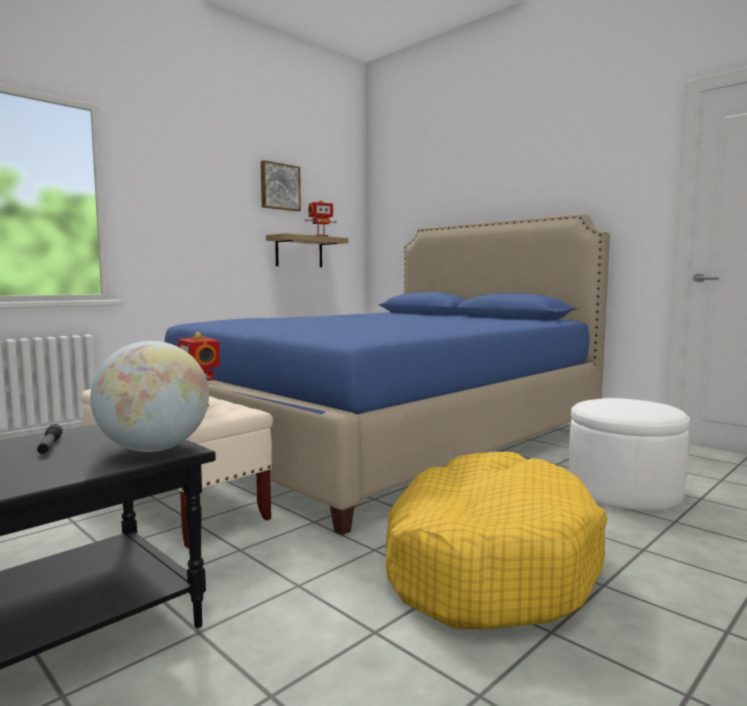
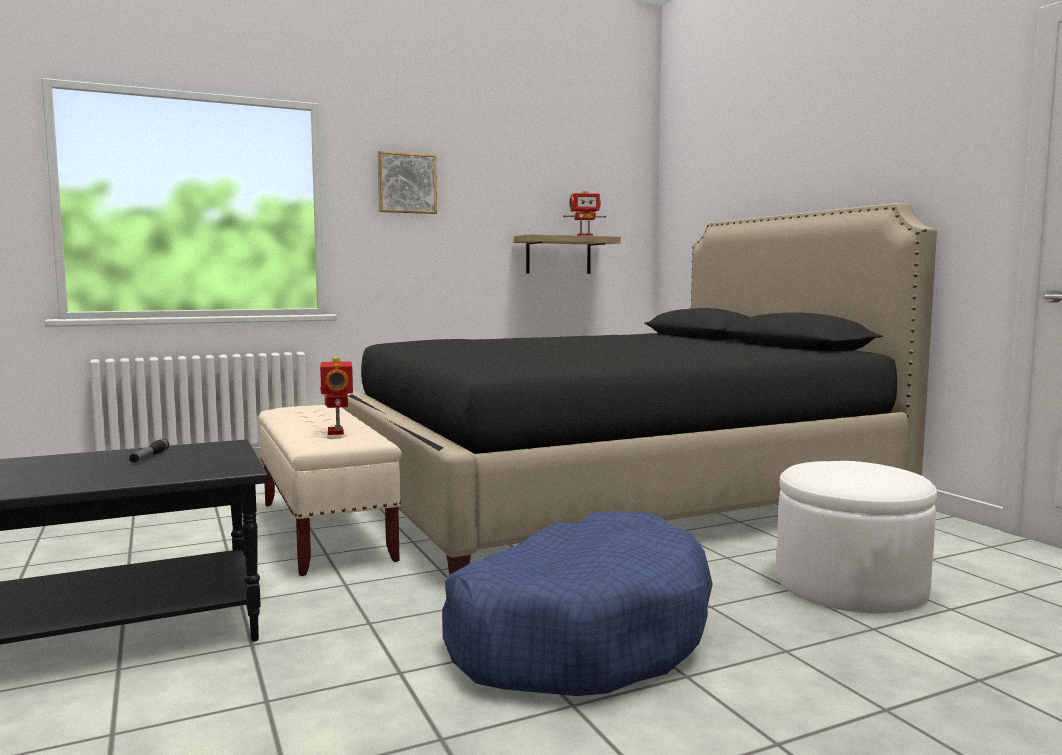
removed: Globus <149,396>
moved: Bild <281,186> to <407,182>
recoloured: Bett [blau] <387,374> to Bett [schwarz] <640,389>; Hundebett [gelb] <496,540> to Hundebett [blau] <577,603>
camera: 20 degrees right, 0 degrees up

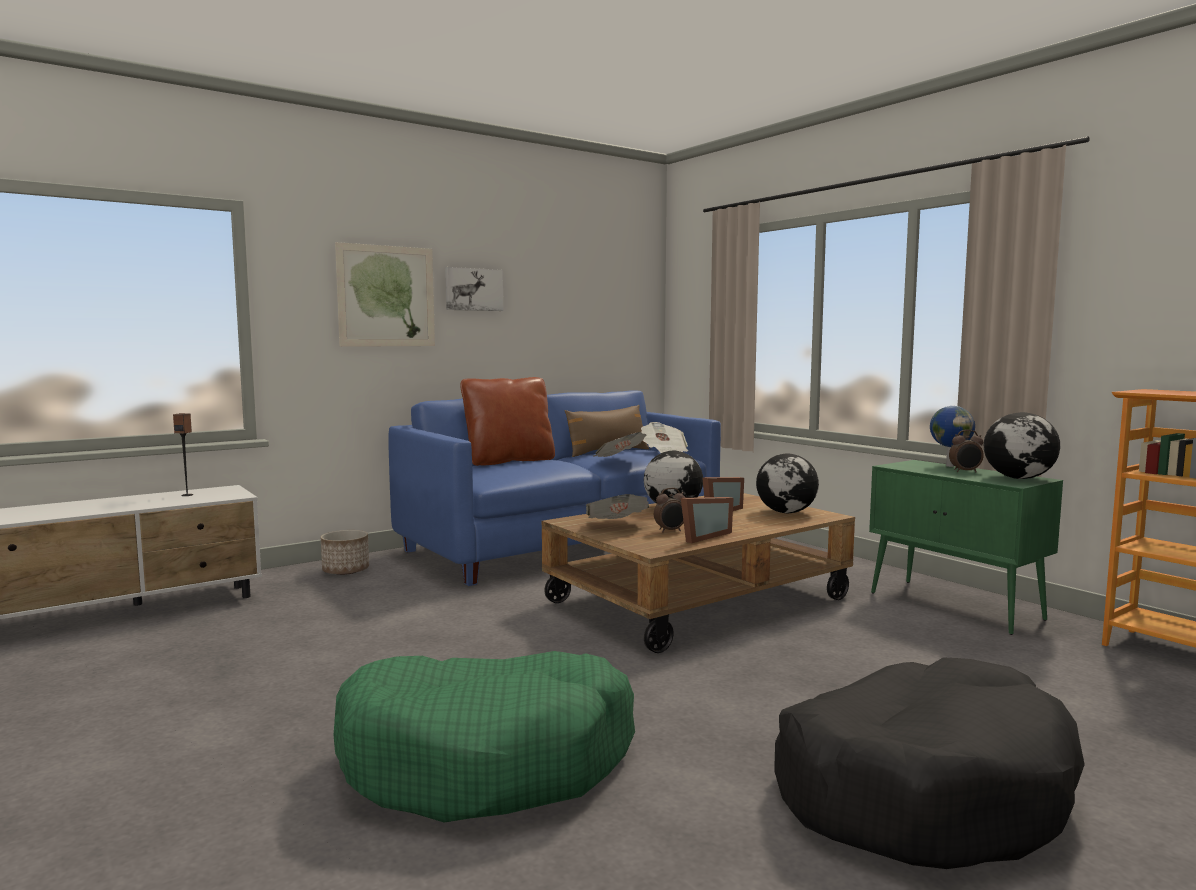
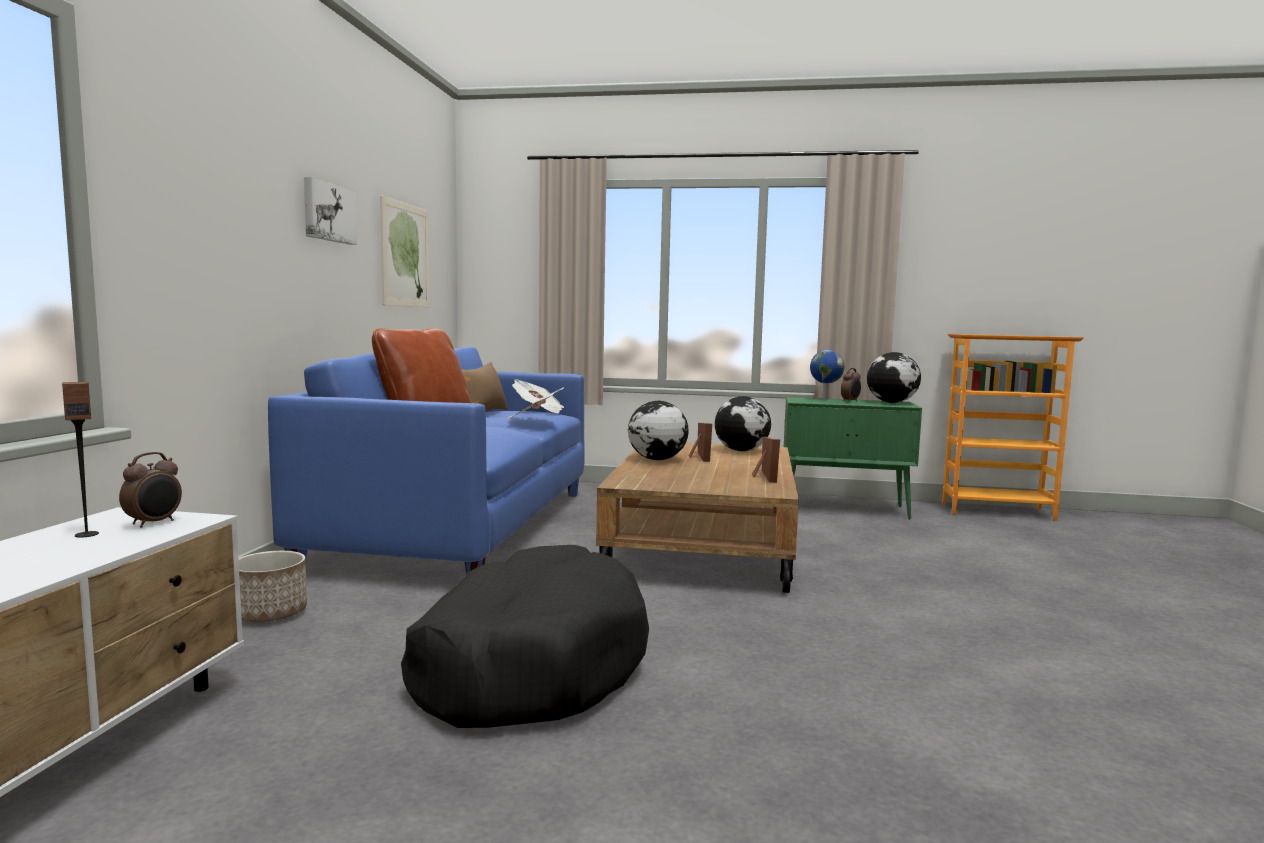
removed: Hundebett [grün] <484,737>; Zeitung <618,506>
moved: Bild <385,294> to <405,251>; Wecker <669,510> to <150,490>; Hundebett [schwarz] <929,763> to <525,636>
camera: 45 degrees left, 0 degrees up

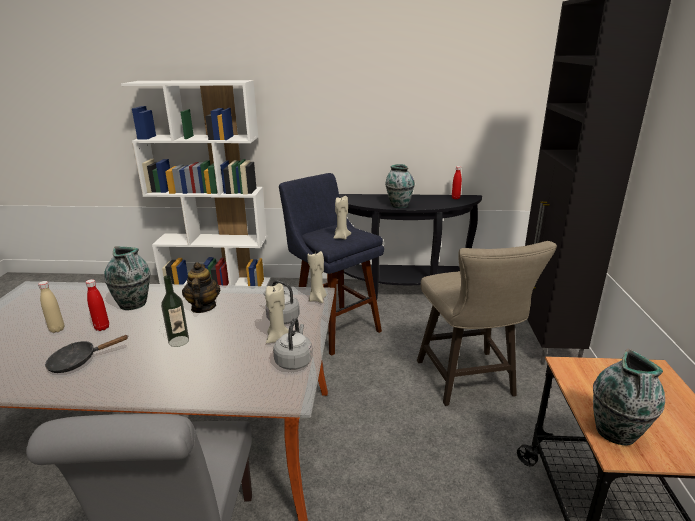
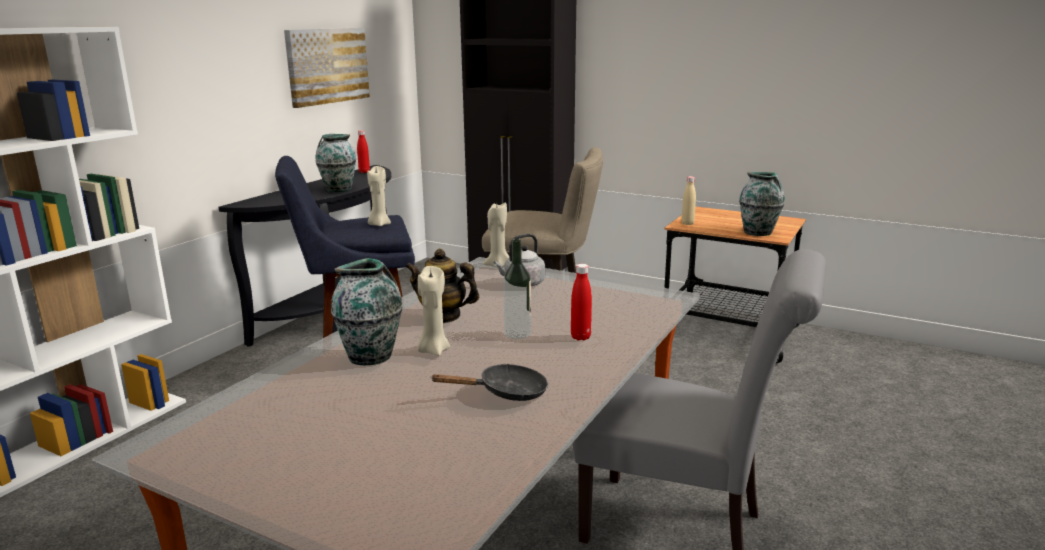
removed: Wasserkessel [grau] <293,344>
added: Bild <327,68>
moved: Flasche [beige] <51,307> to <688,200>; Flasche [rot] <97,305> to <581,302>; Kerze [beige] <277,313> to <434,311>
turned: Pfanne [schwarz] <87,354> = <489,382> 105 degrees counterclockwise
camera: 65 degrees left, 5 degrees down

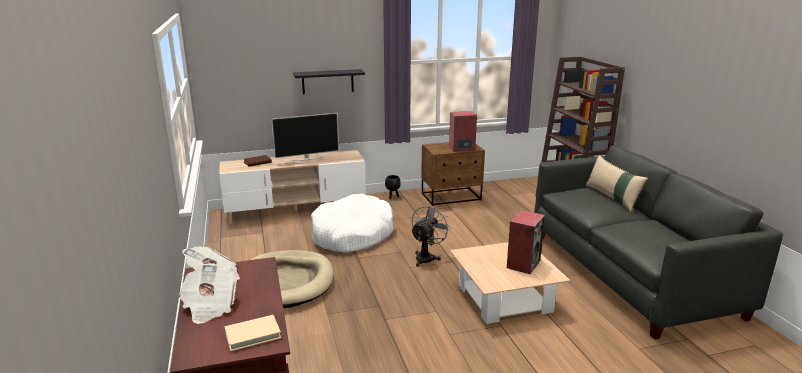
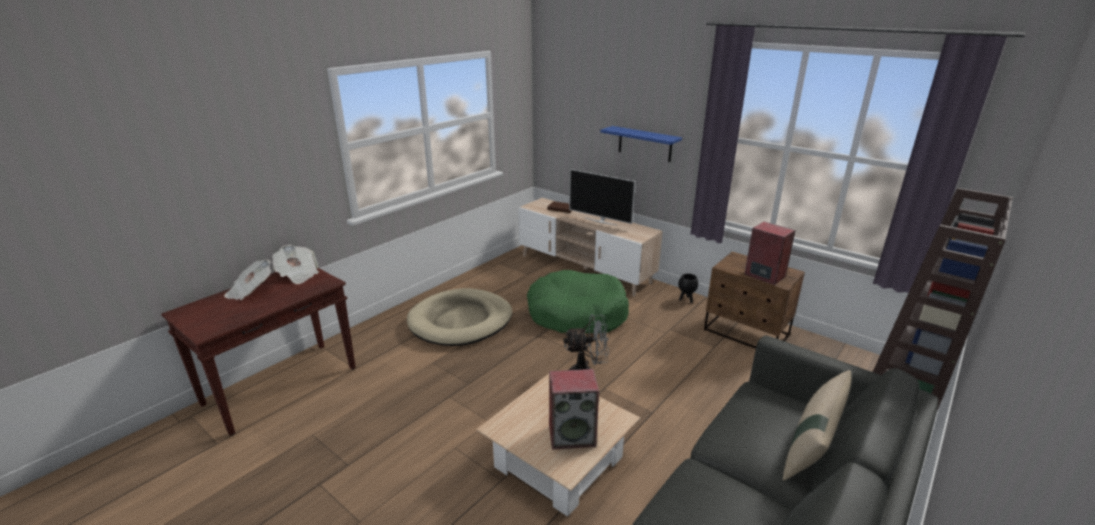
removed: Buch [beige] <252,333>
recoloured: Wandregal [schwarz] <329,82> to Wandregal [blau] <641,144>; Hundebett [weiß] <352,223> to Hundebett [grün] <578,301>
camera: 55 degrees right, 5 degrees up

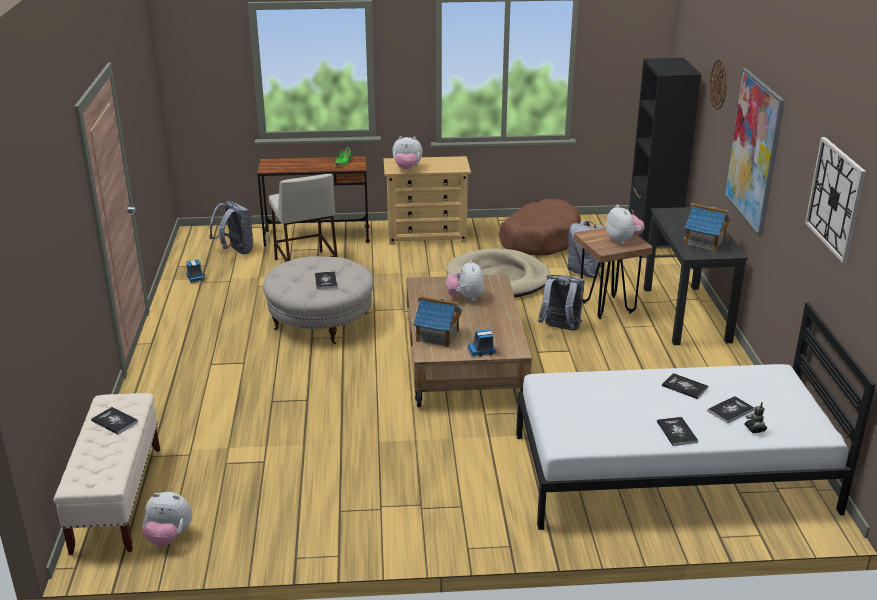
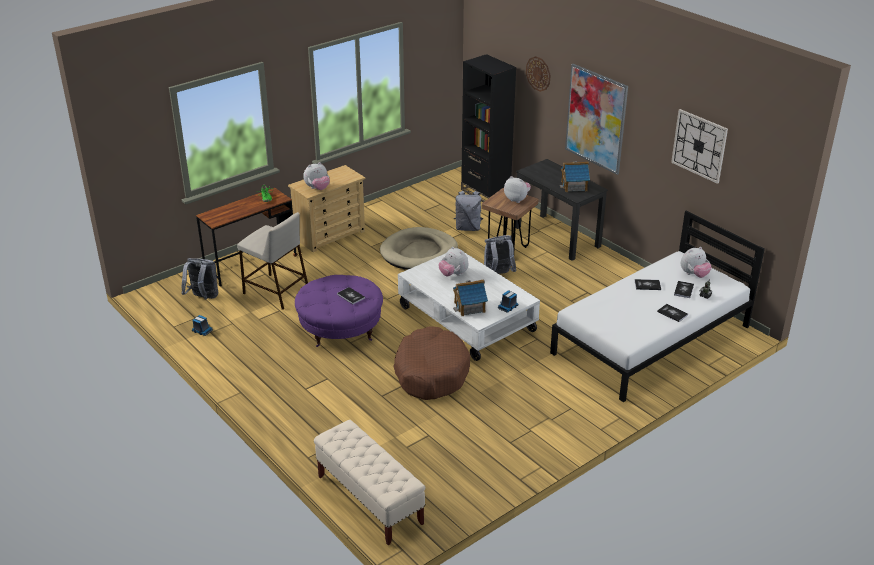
removed: Buch <114,420>
moved: Plüschtier <167,519> to <696,262>; Hundebett [braun] <540,227> to <432,363>
recoloured: Polsterhocker [beige] <318,300> to Polsterhocker [lila] <339,311>; Couchtisch [braun] <469,340> to Couchtisch [weiß] <469,306>
camera: 35 degrees left, 5 degrees up

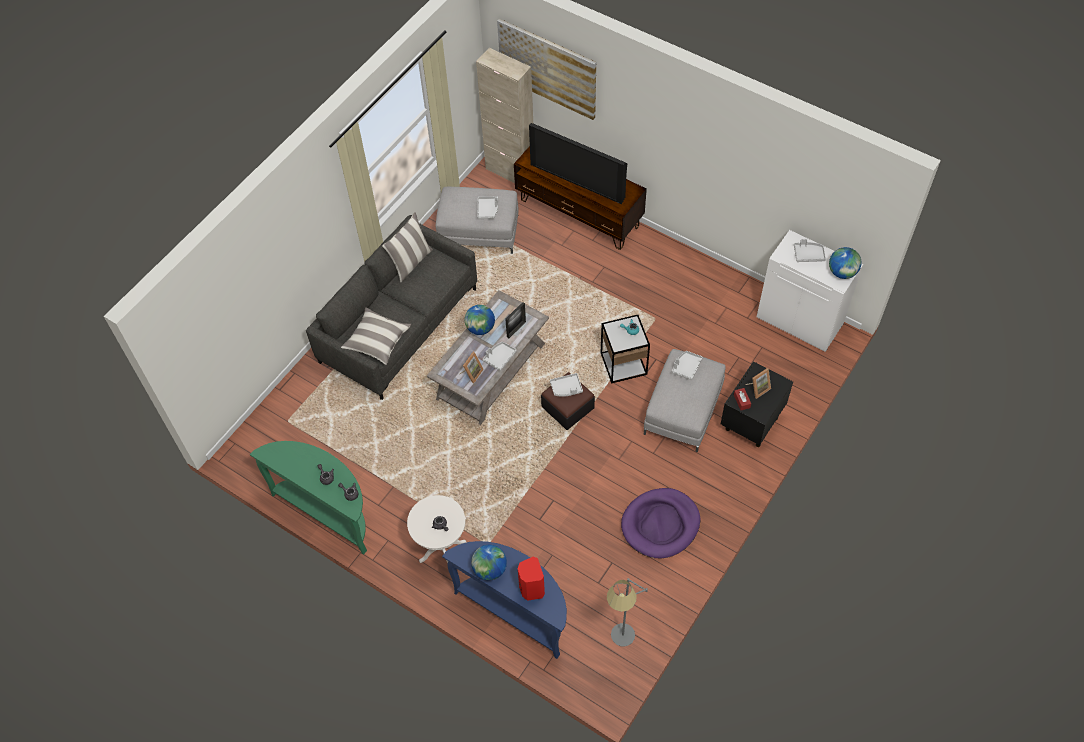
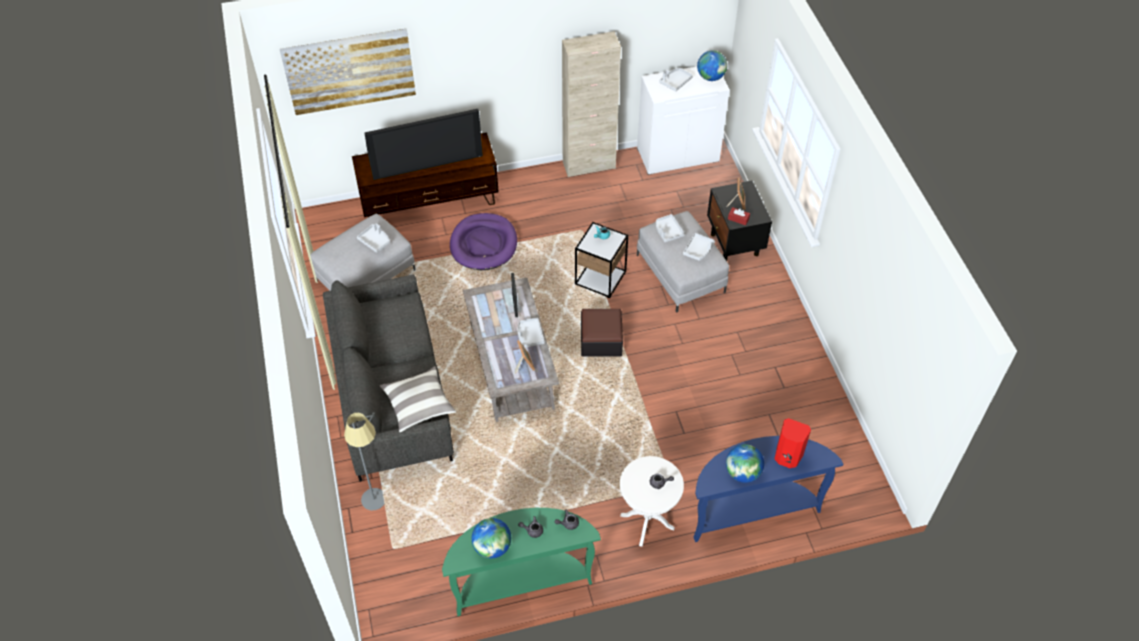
removed: Kissen <407,247>
moved: Globus <480,320> to <491,538>; Schrank [beige] <504,115> to <591,104>; Tablett [grau] <566,385> to <699,247>; Stehlampe [grau] <627,612> to <364,461>; Hundebett [lila] <660,523> to <483,241>
camera: 50 degrees left, 5 degrees down

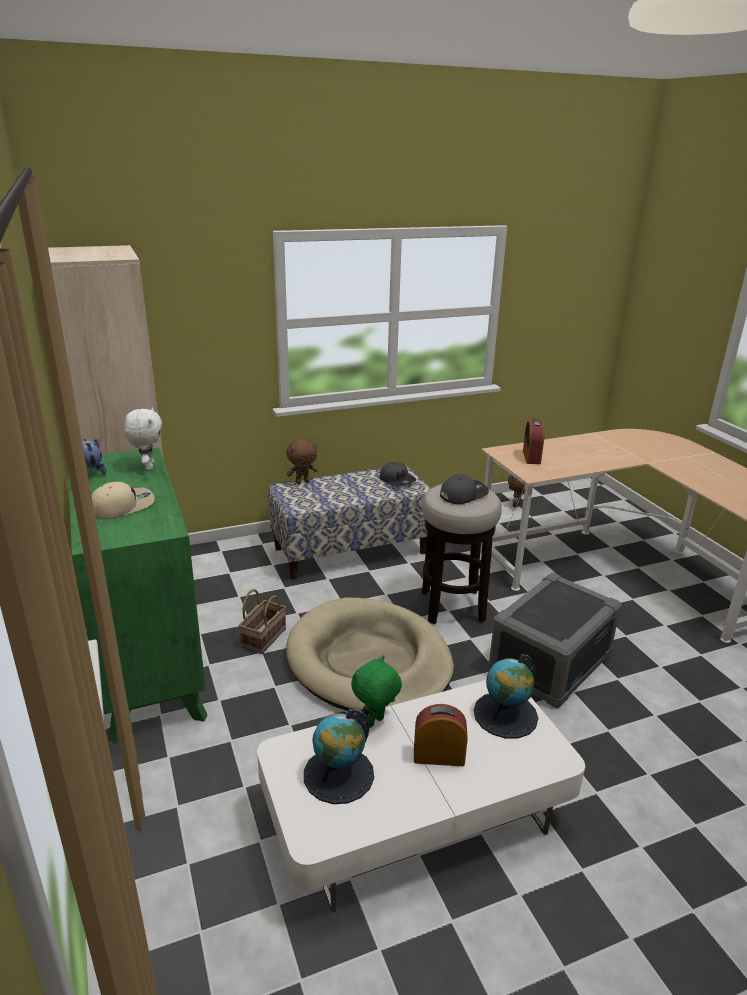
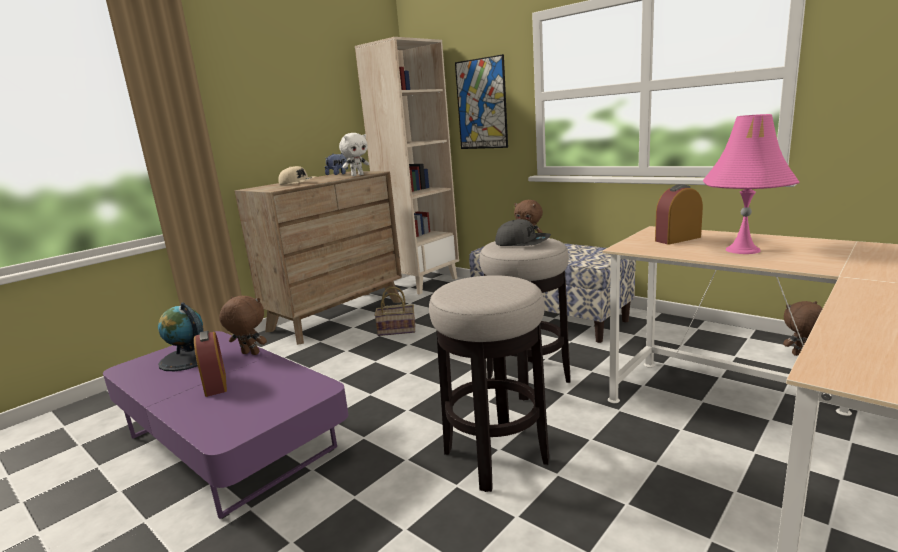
removed: Hundebett [beige] <370,654>; Kappe [grau] <398,474>; Globus <506,696>
added: Bild <481,101>; Tischlampe [rosa] <751,184>
replaced: Aufbewahrungsbox [grau] <554,640> to Hocker <489,383>
recoloured: Kommode [grün] <138,595> to Kommode [braun] <318,258>; Couchtisch [weiß] <421,796> to Couchtisch [lila] <225,425>; Plüschtier [grün] <376,691> to Plüschtier [braun] <243,325>
camera: 65 degrees right, 10 degrees down

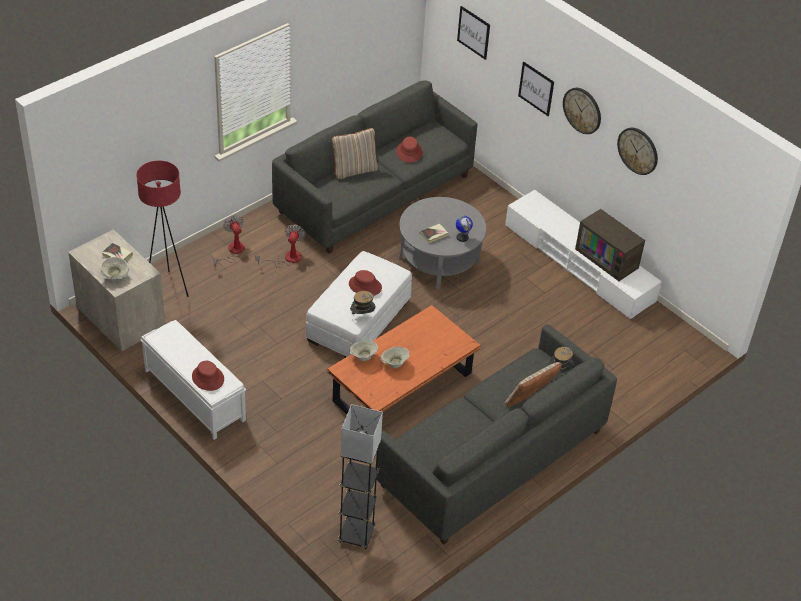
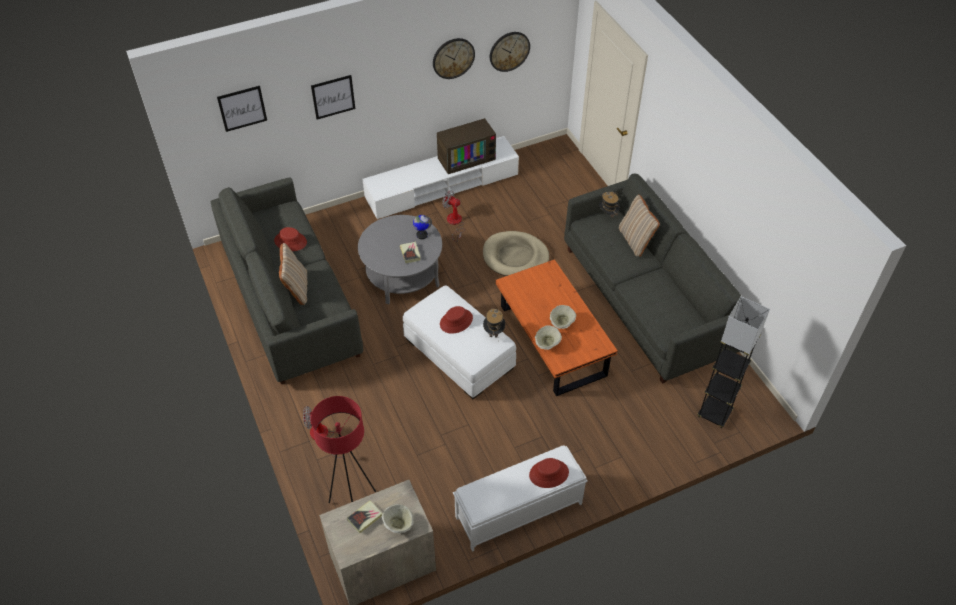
added: Hundebett [beige] <516,253>
moved: Ventilator <280,246> to <453,216>; Wanduhr <582,111> to <510,52>
camera: 70 degrees left, 5 degrees up

